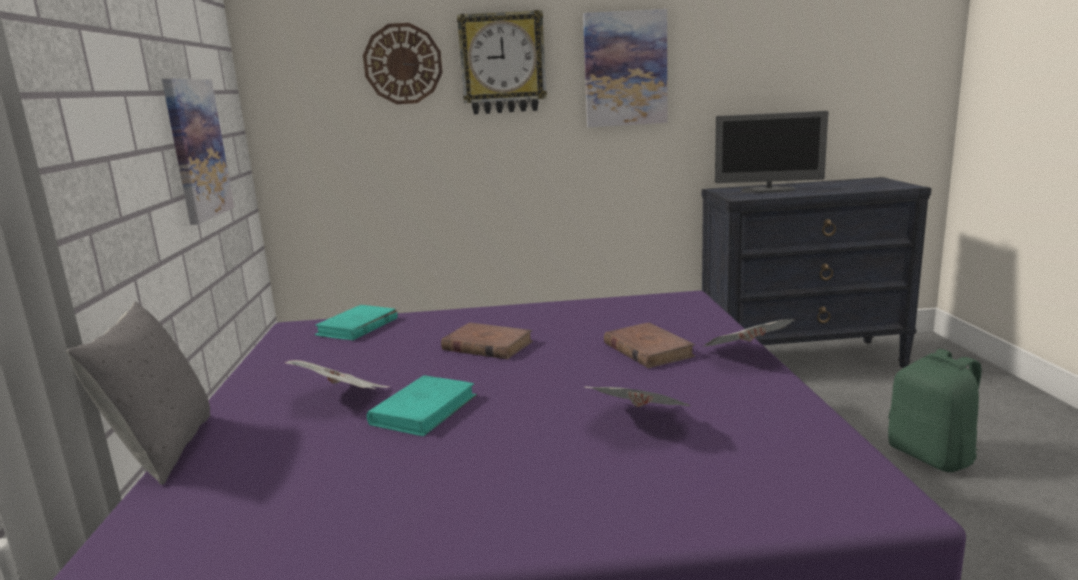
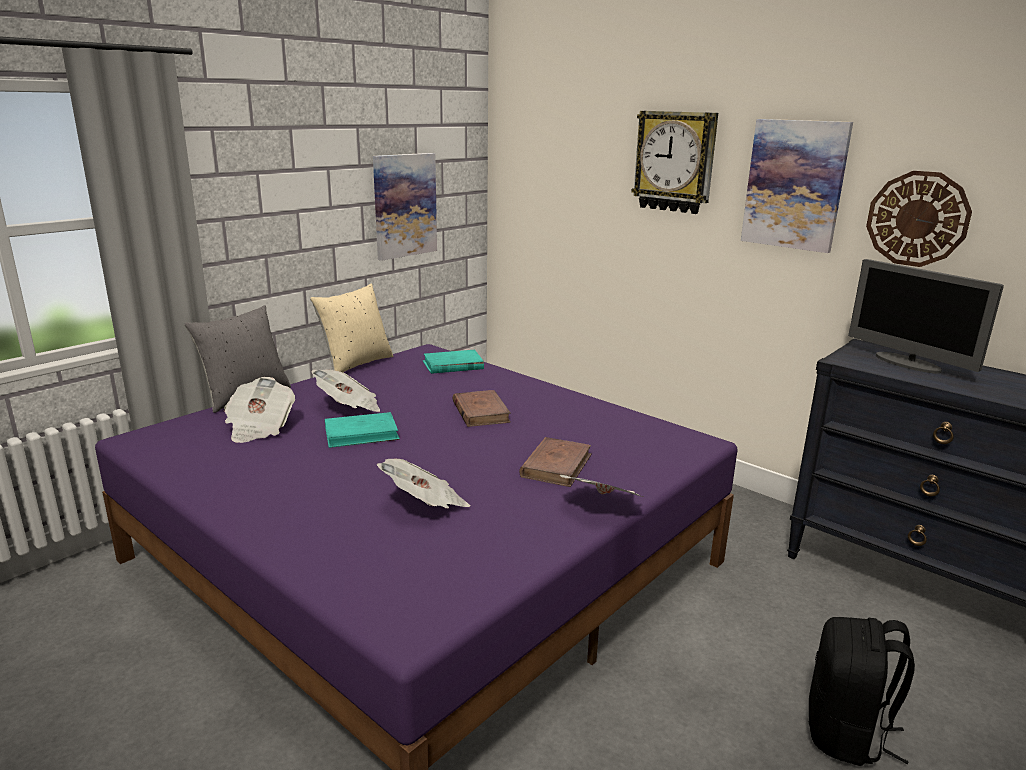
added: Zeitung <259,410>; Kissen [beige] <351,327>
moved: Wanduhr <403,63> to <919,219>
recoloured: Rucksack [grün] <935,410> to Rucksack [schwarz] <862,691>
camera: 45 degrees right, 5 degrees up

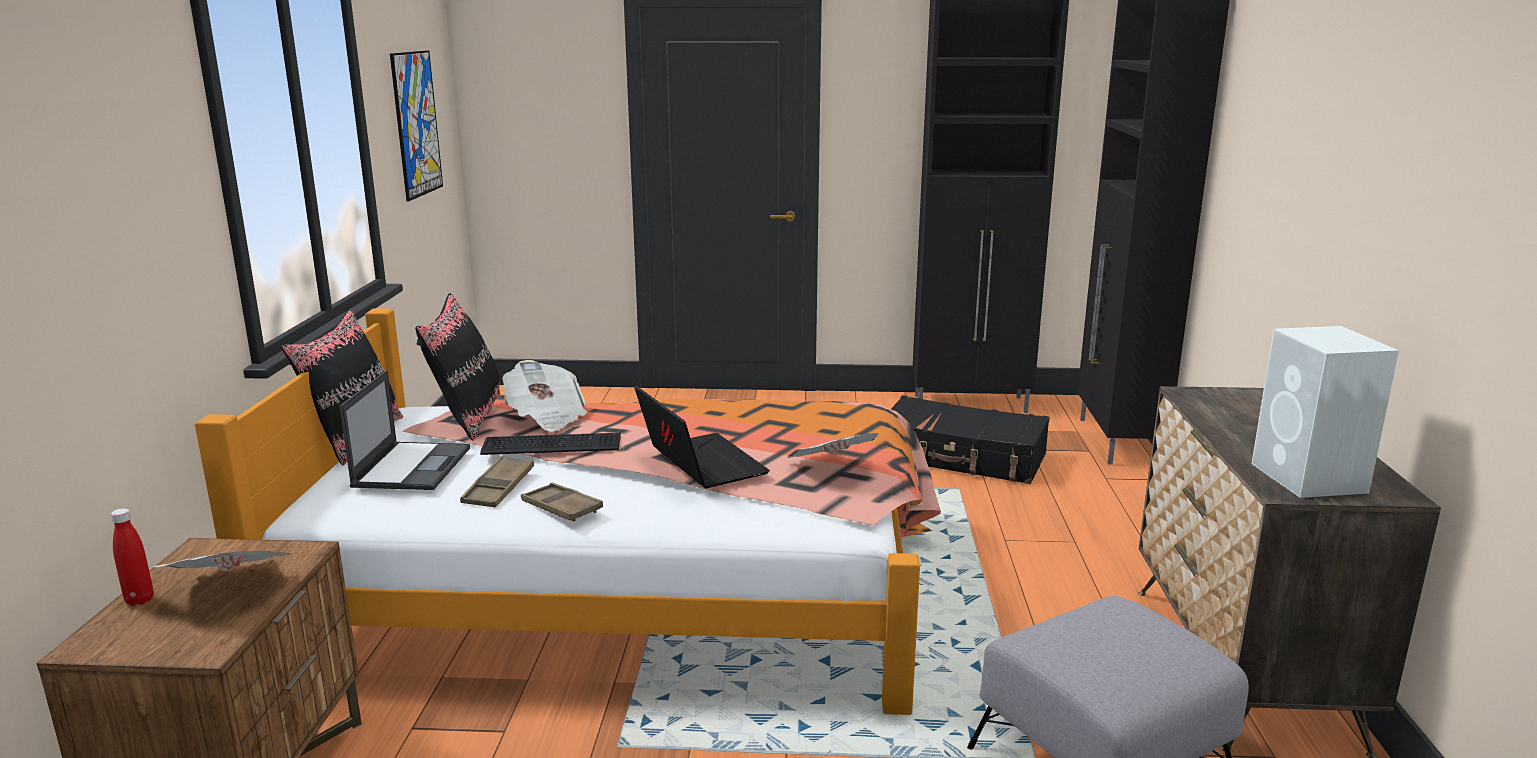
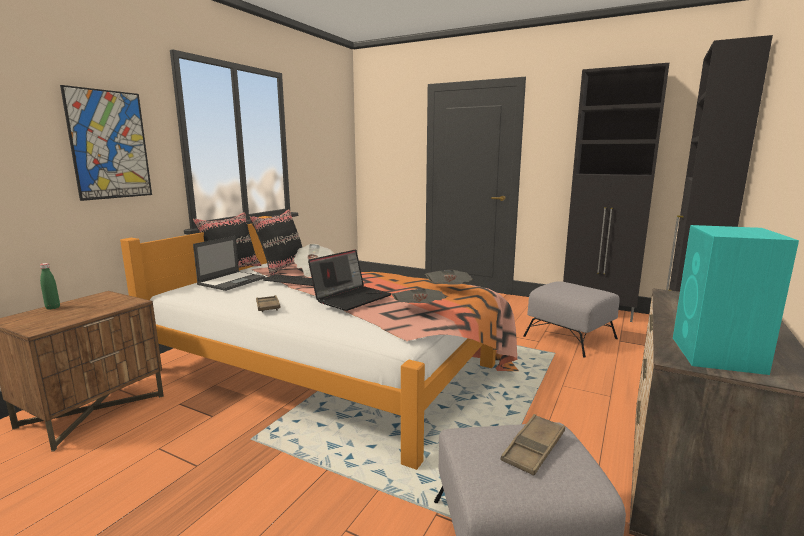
moved: Zeitung <221,561> to <449,277>; Bild <416,125> to <106,143>; Tablett [braun] <497,482> to <532,445>
replaced: Koffer [schwarz] <970,439> to Polsterhocker [grau] <571,319>
recoloured: Flasche [rot] <132,557> to Flasche [grün] <50,286>; Lautsprecher [weiß] <1325,412> to Lautsprecher [türkis] <736,300>
turned: Laptop <702,436> = <349,280> 45 degrees clockwise
camera: 25 degrees right, 5 degrees down

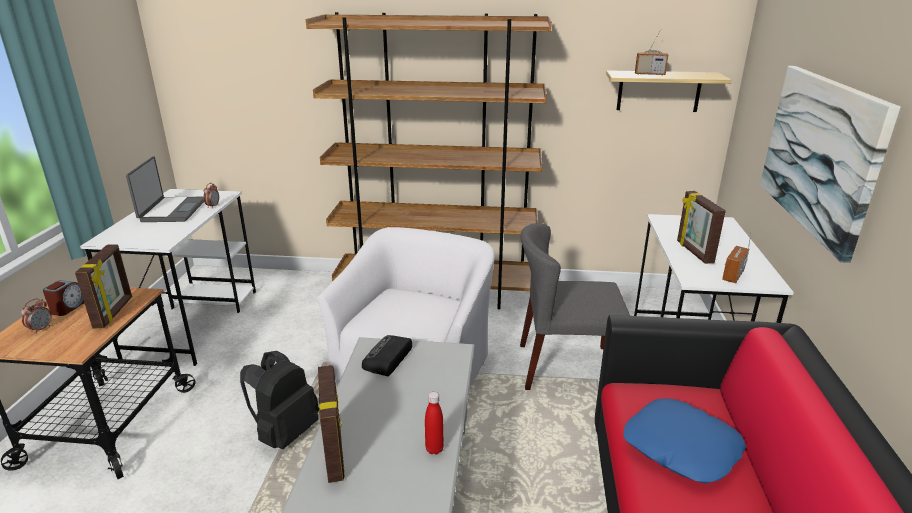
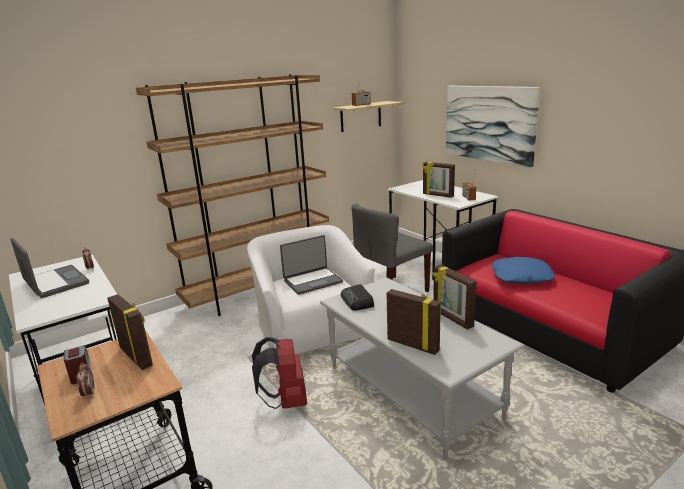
added: Laptop <311,265>
replaced: Flasche [rot] <434,423> to Bilderrahmen <455,297>
recoloured: Rucksack [schwarz] <279,400> to Rucksack [rot] <279,373>
camera: 40 degrees left, 5 degrees down

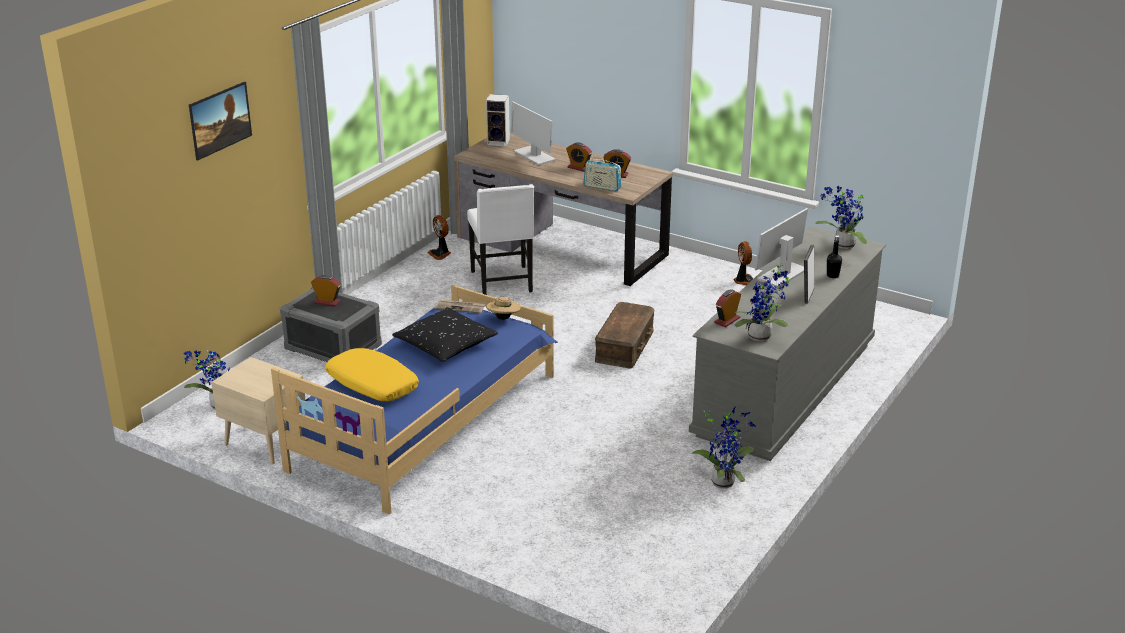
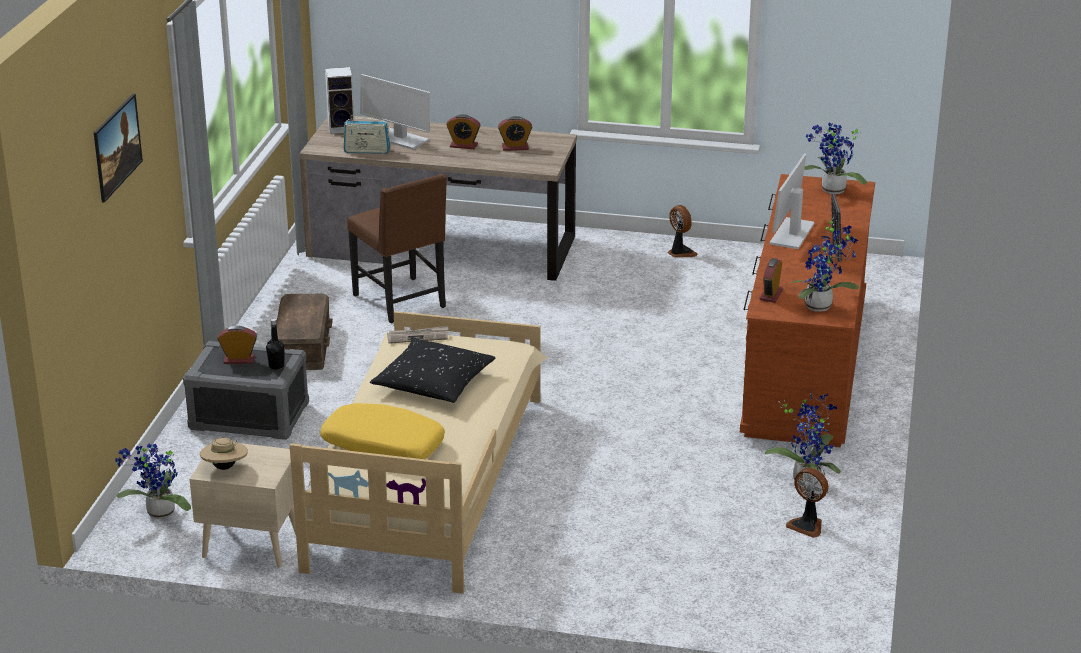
moved: Ventilator <439,237> to <807,503>; Hut [beige] <503,308> to <224,454>; Radio <602,173> to <367,134>; Aufbewahrungsbox [braun] <625,335> to <304,332>; Flasche [schwarz] <834,256> to <275,344>
recoloured: Bett [blau] <414,400> to Bett [beige] <419,452>; Stuhl [weiß] <500,239> to Stuhl [braun] <397,248>; Kommode [grau] <787,343> to Kommode [braun] <807,310>
camera: 20 degrees left, 0 degrees up

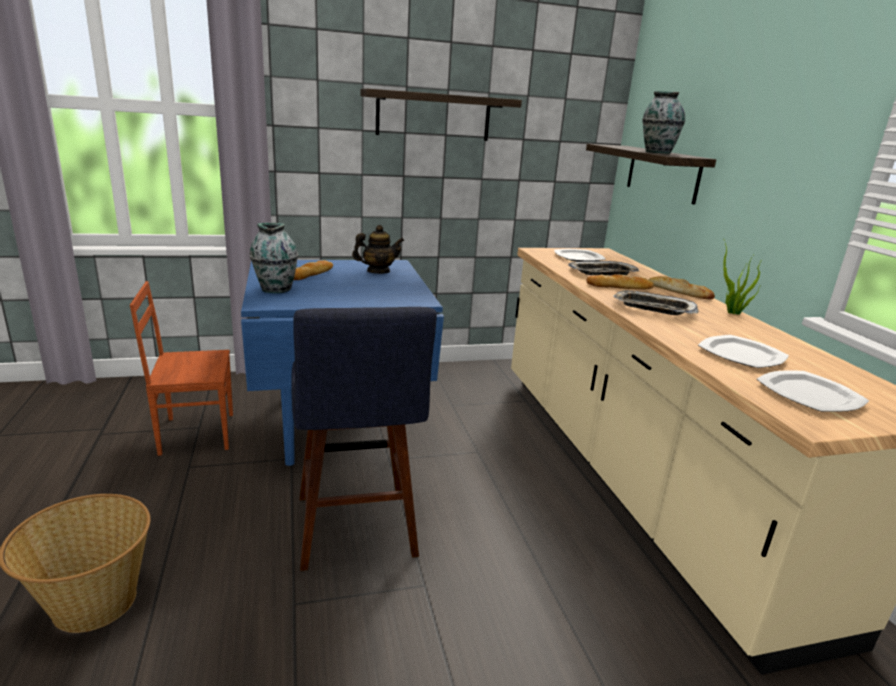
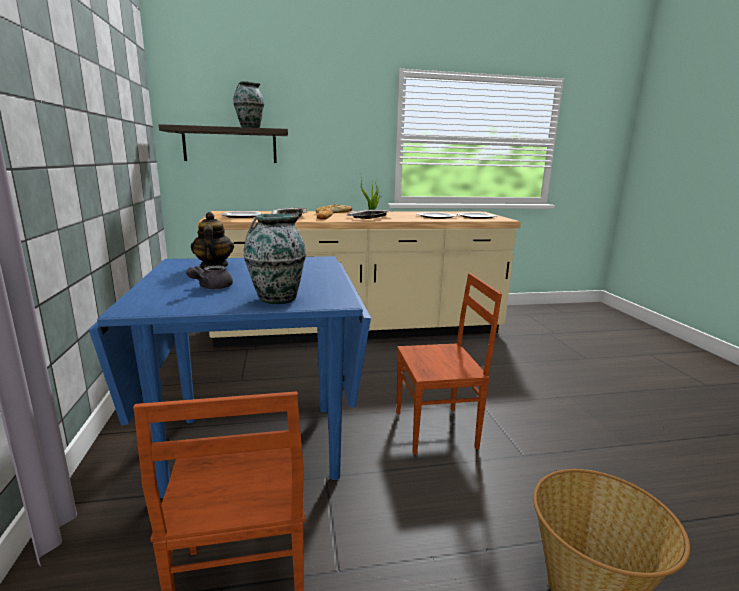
removed: Wandregal <441,114>
replaced: Hocker [blau] <364,439> to Stuhl [braun] <449,364>; Brot <313,270> to Teekanne [grau] <209,277>
camera: 85 degrees left, 5 degrees down

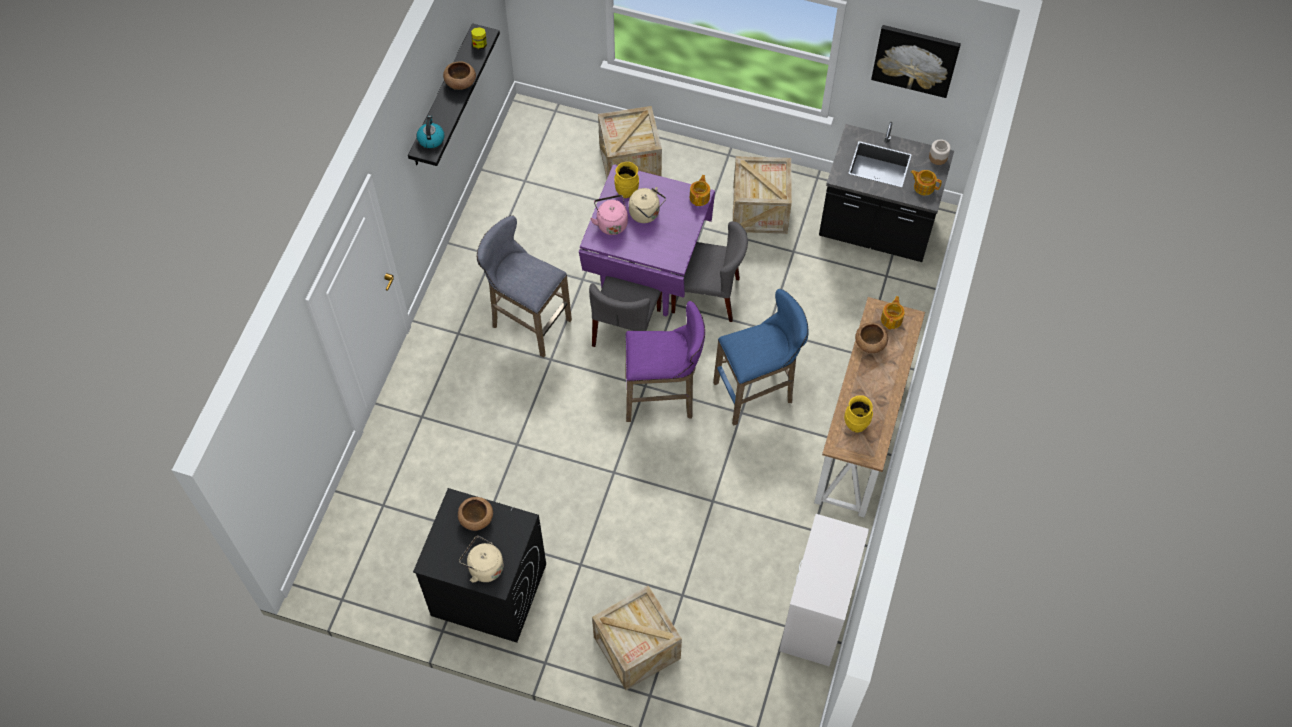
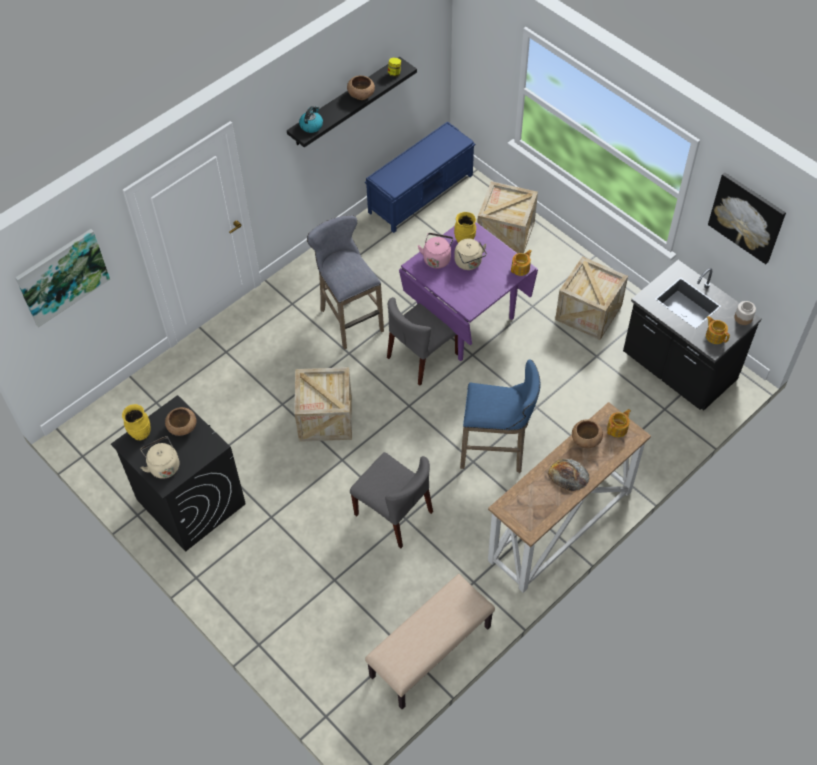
removed: Hocker [lila] <665,361>
added: Bild <62,278>; Bank [blau] <420,177>; Brot <569,475>
moved: Kiste <637,638> to <323,404>; Stuhl [grau] <709,271> to <391,500>; Vase [gelb] <858,414> to <136,422>
replaced: Kommode [weiß] <824,590> to Bank [beige] <430,641>
camera: 30 degrees right, 5 degrees down

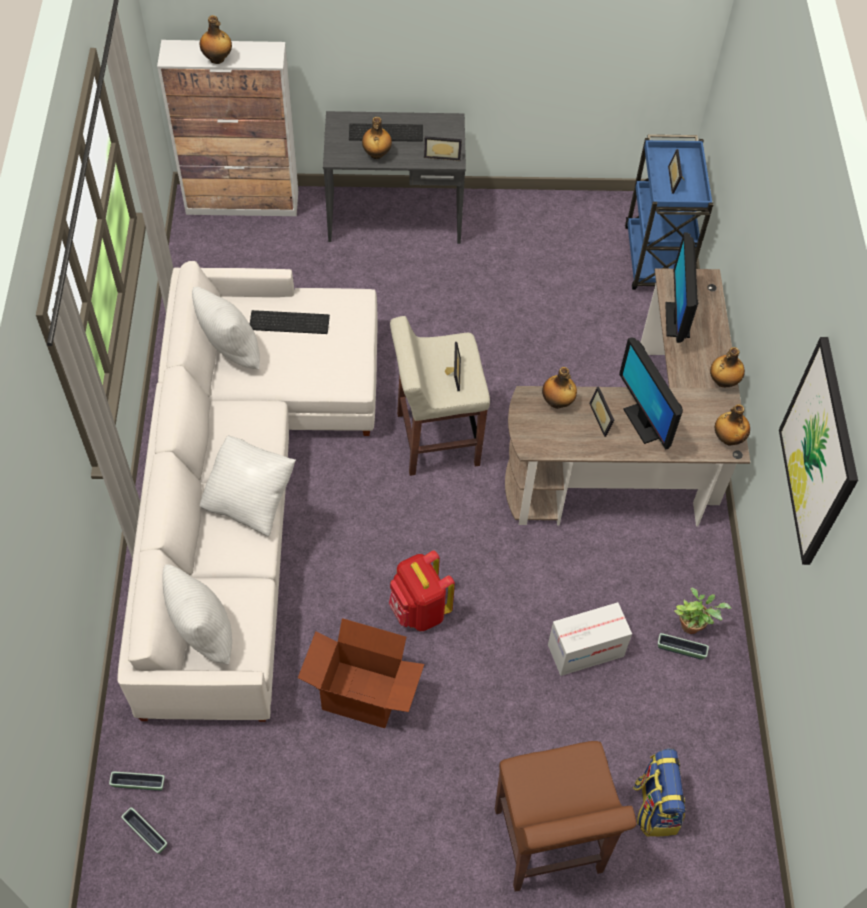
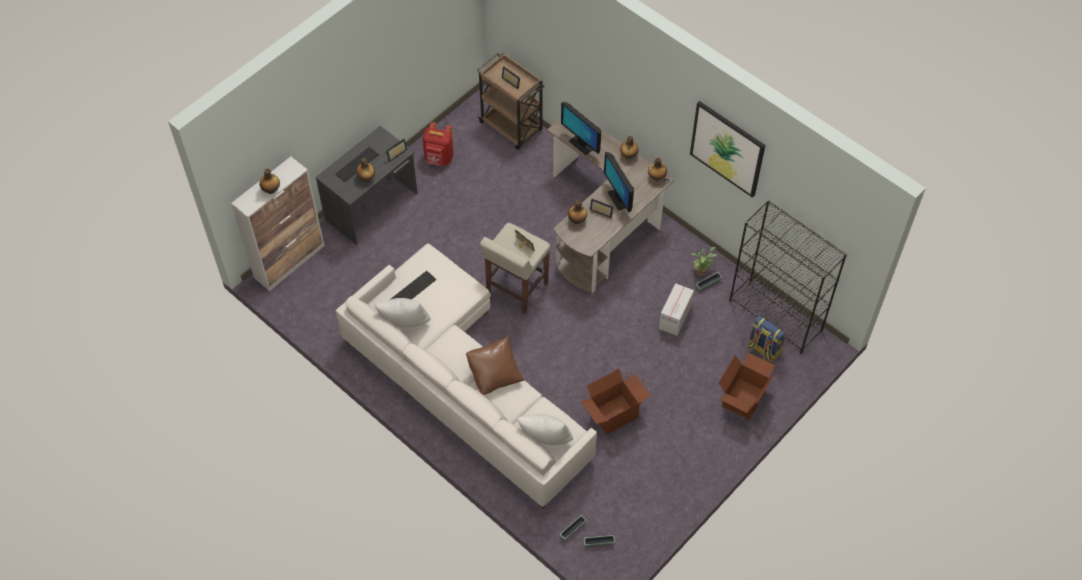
added: Bücherregal [schwarz] <788,277>
moved: Rucksack [rot] <422,590> to <437,144>
replaced: Hocker [braun] <565,816> to Karton <747,386>
recoloured: Kissen [weiß] <248,486> to Kissen [braun] <495,365>; Rollwagen [blau] <669,212> to Rollwagen [braun] <511,101>
turned: Monitor <651,393> = <619,182> 45 degrees clockwise
camera: 45 degrees left, 0 degrees up

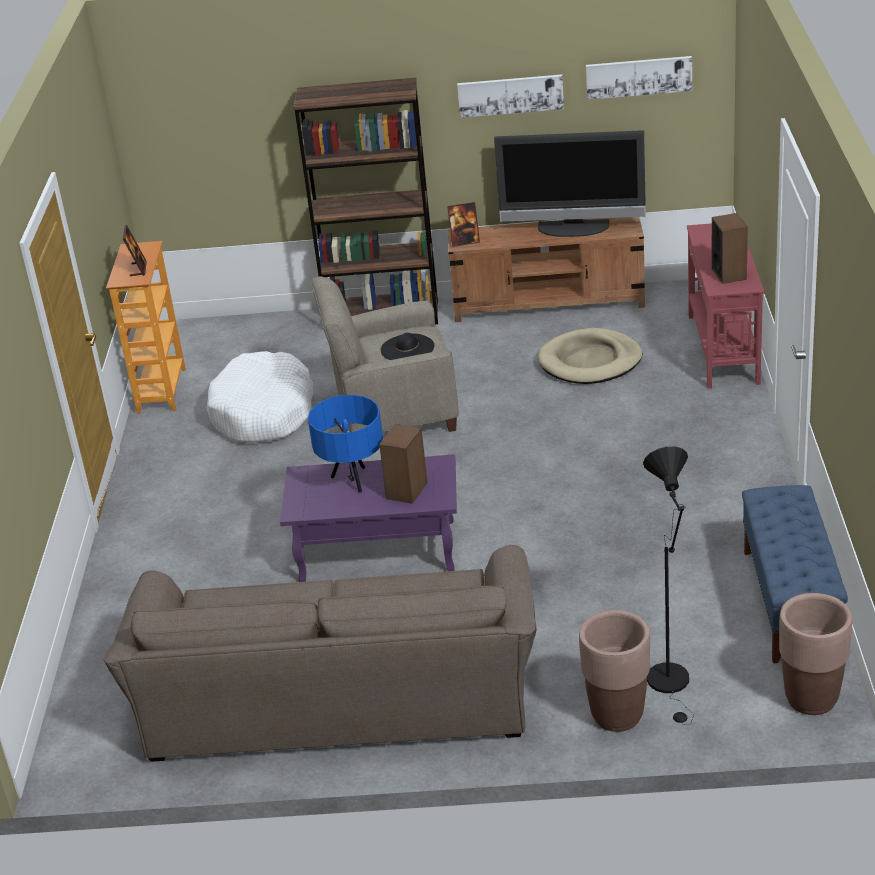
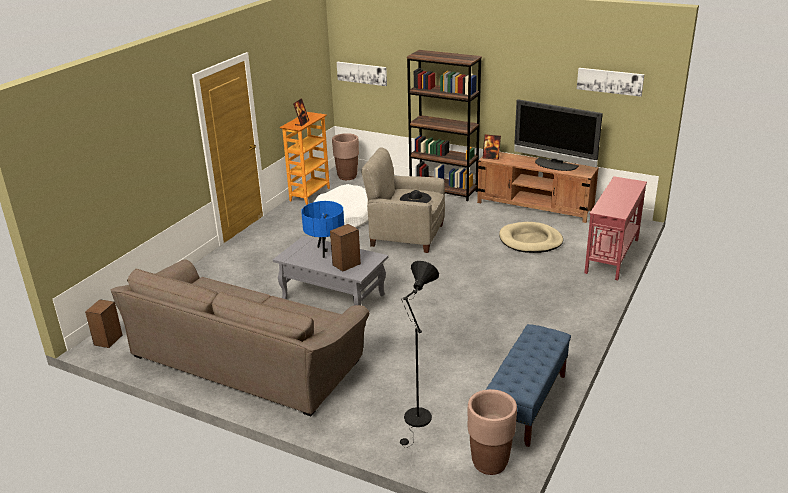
moved: Bild <510,96> to <362,74>; Pflanzkübel [braun] <614,671> to <345,156>; Lautsprecher <729,248> to <103,323>
recoloured: Couchtisch [lila] <368,518> to Couchtisch [grau] <330,270>
camera: 25 degrees right, 5 degrees down

